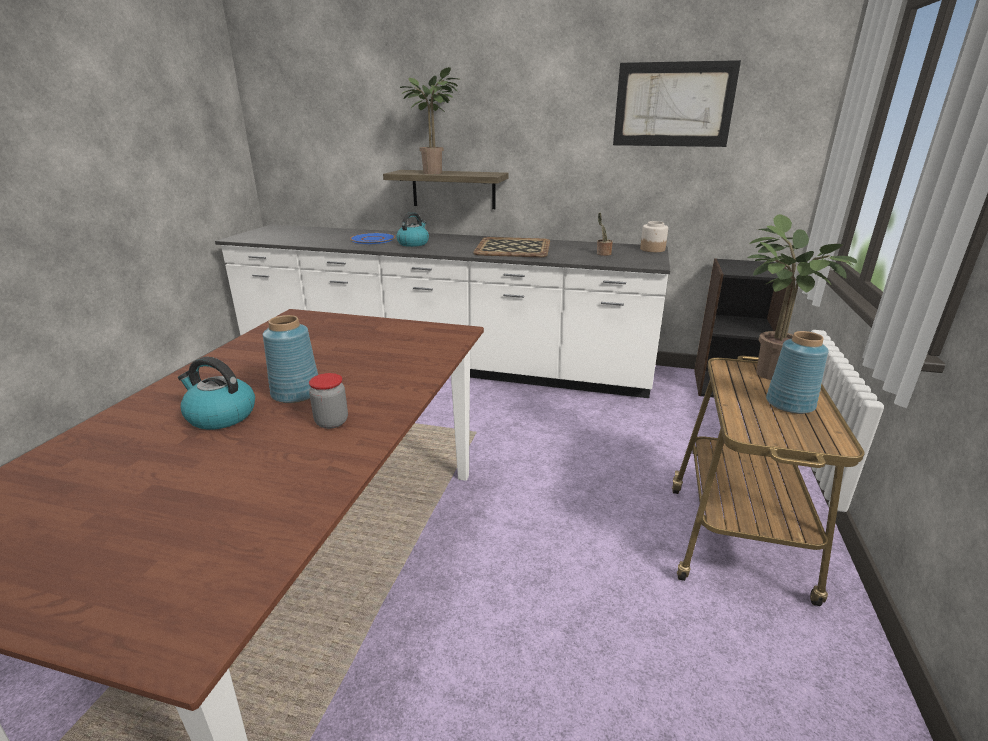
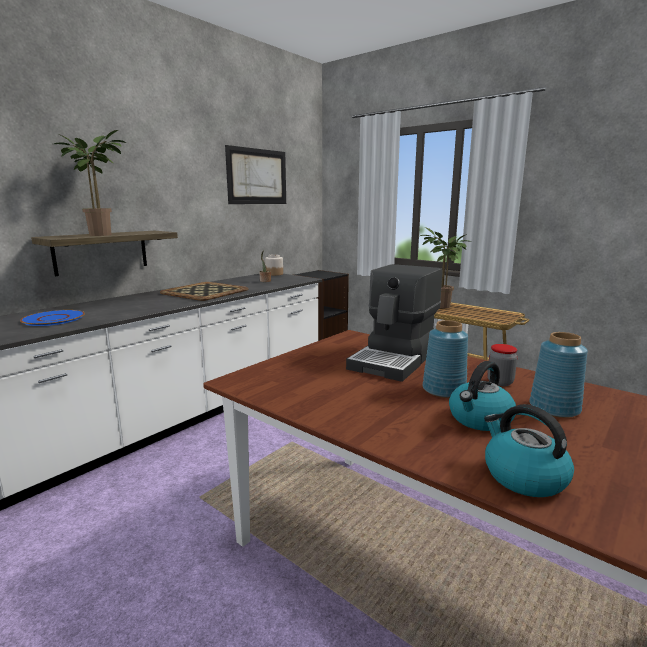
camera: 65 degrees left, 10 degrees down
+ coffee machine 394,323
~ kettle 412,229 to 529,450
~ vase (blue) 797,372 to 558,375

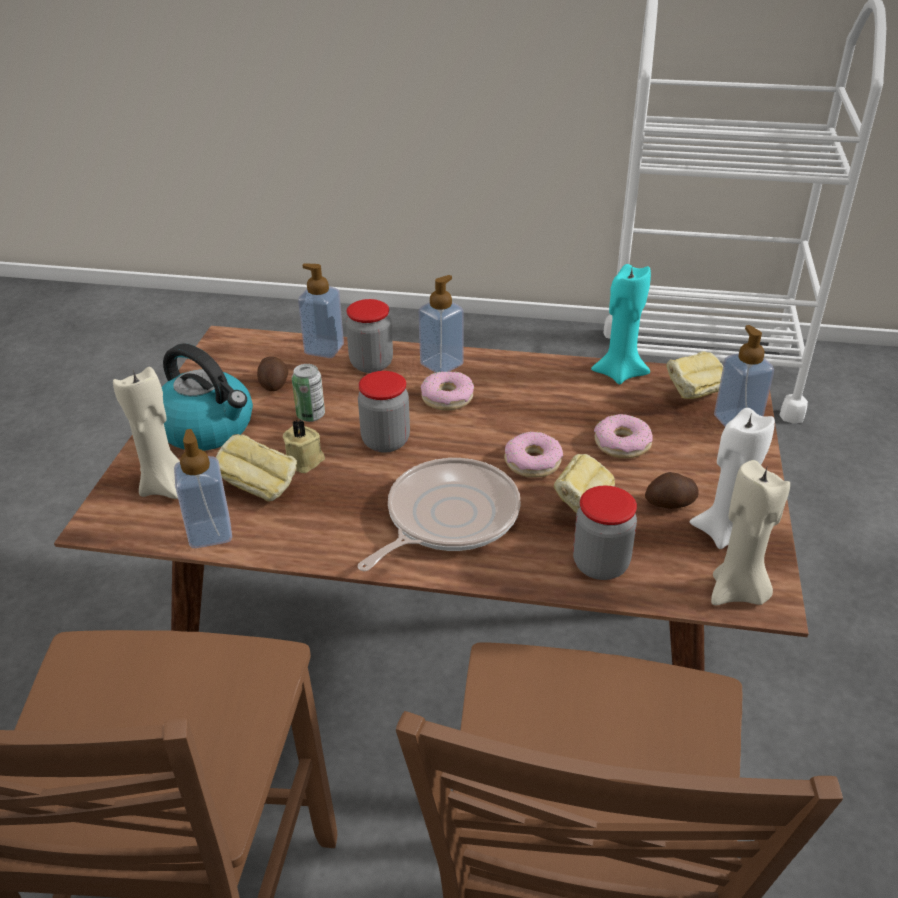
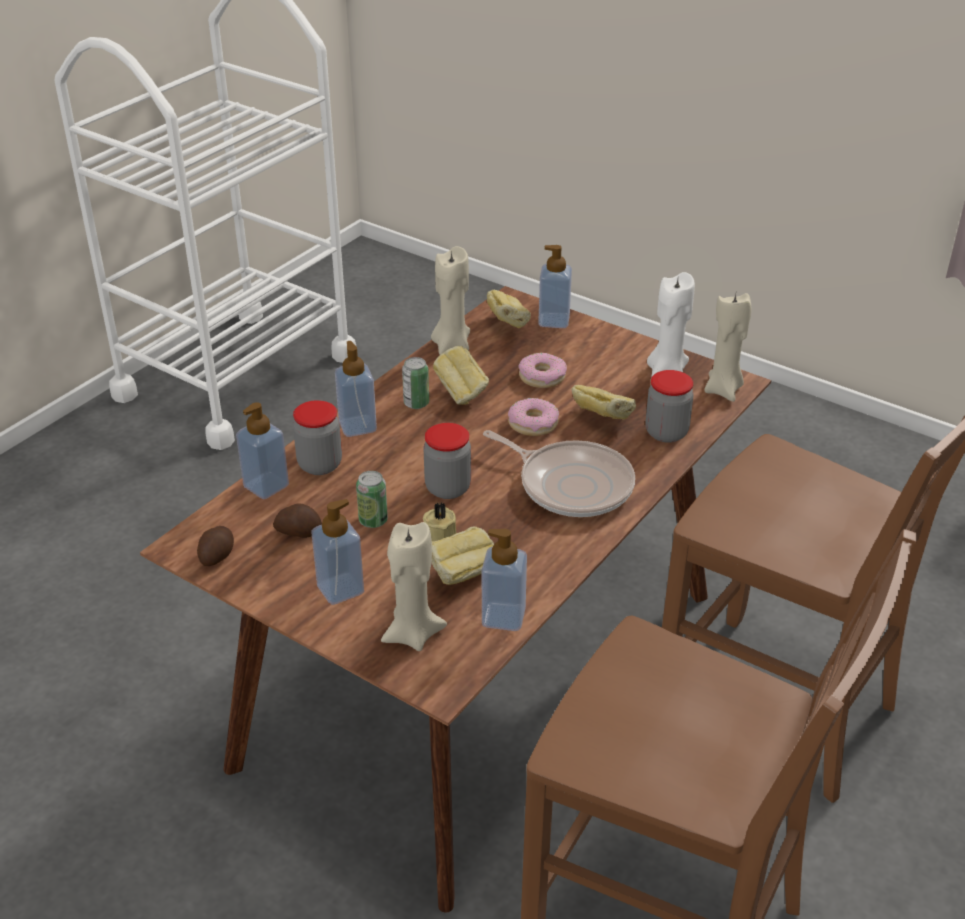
camera: 65 degrees left, 0 degrees up
- ring doughnut 447,391
+ sealed can 415,383
+ bread 461,375
~ spud 672,490 to 215,546
~ kettle 207,397 to liquid soap bottle 337,552
~ wax candle (turquoise-coloured) 621,324 to wax candle (sand-coloured) 450,300
~ pan 439,514 = 559,473 150 degrees clockwise

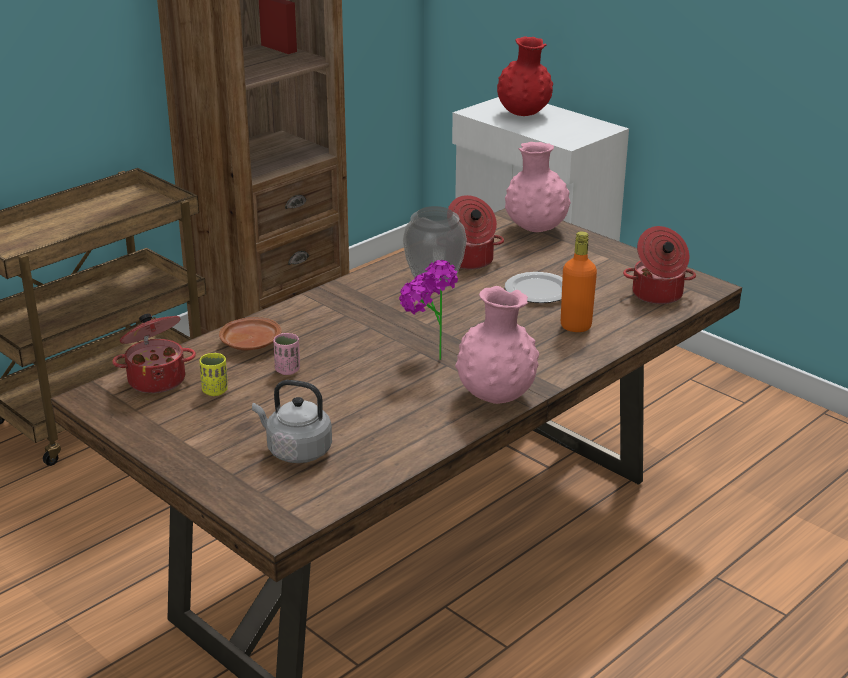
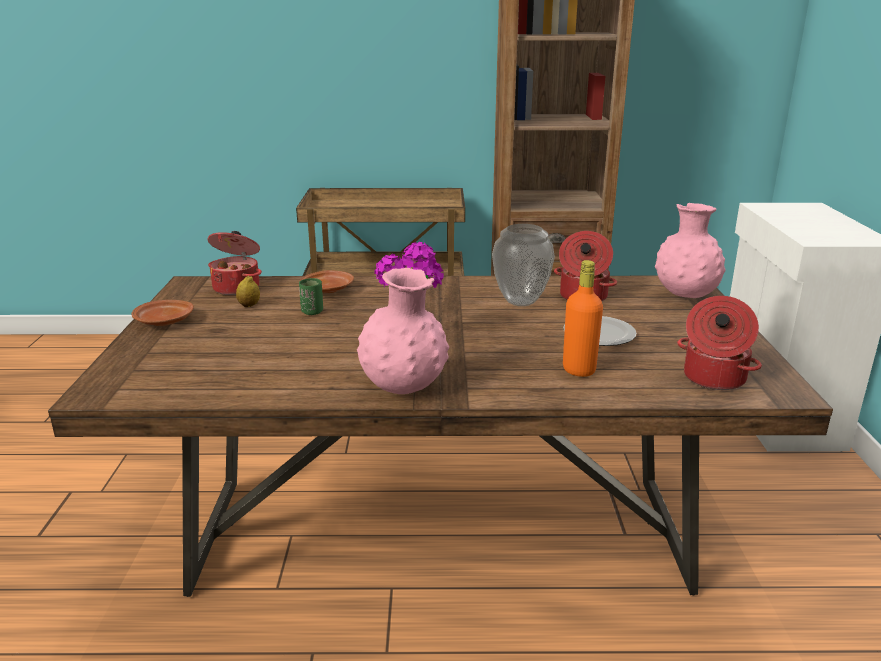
camera: 45 degrees right, 5 degrees down
- kettle (greyish) 292,421
- vase (red) 525,76
+ dinner plate (brownish) 163,313
~ drinking cup (yellow-coloured) 213,374 to citrus fruit 248,291
~ drinking cup (pinkish) 286,354 to drinking cup (green-coloured) 311,296

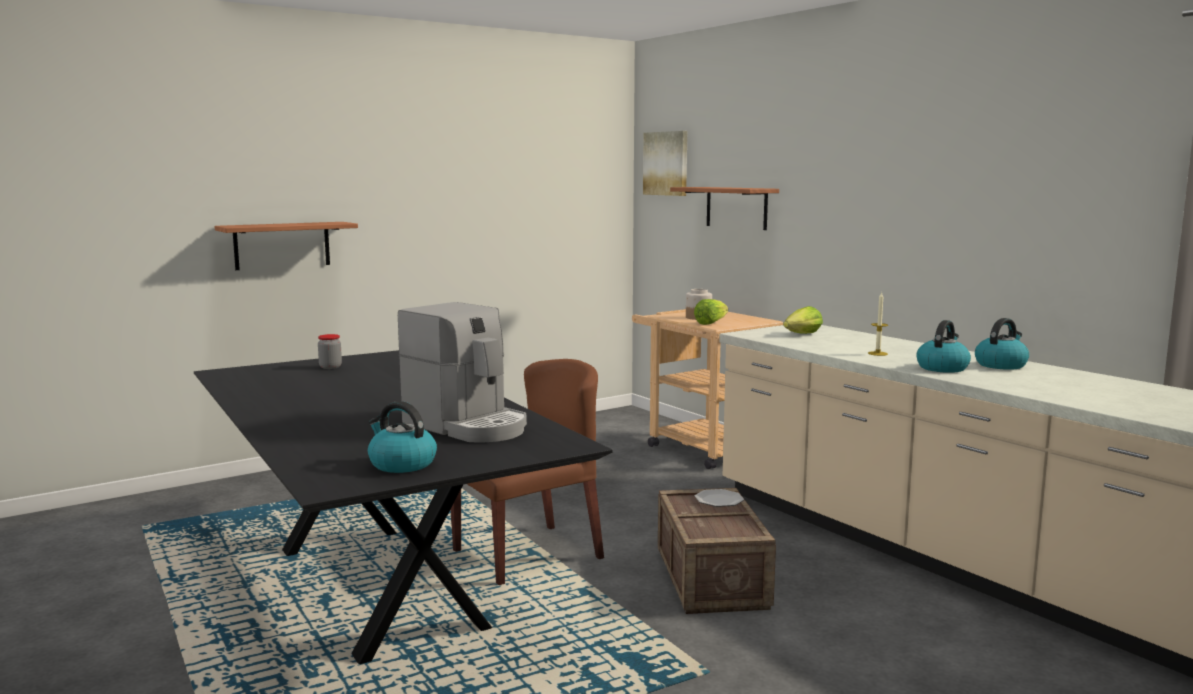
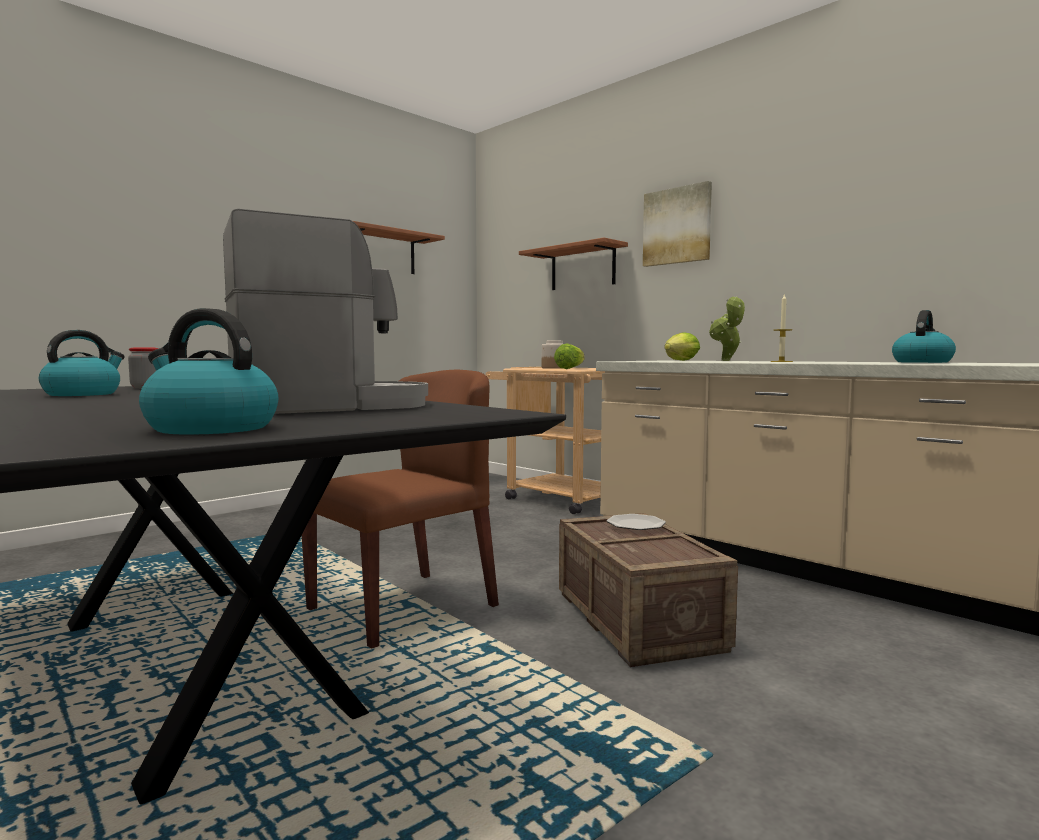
camera: 10 degrees left, 5 degrees down
+ houseplant 727,328
~ shelf 286,246 to 399,247
~ picture 665,163 to 677,224
~ kettle 943,346 to 82,363
~ coffee machine 462,372 = 325,311 60 degrees counterclockwise

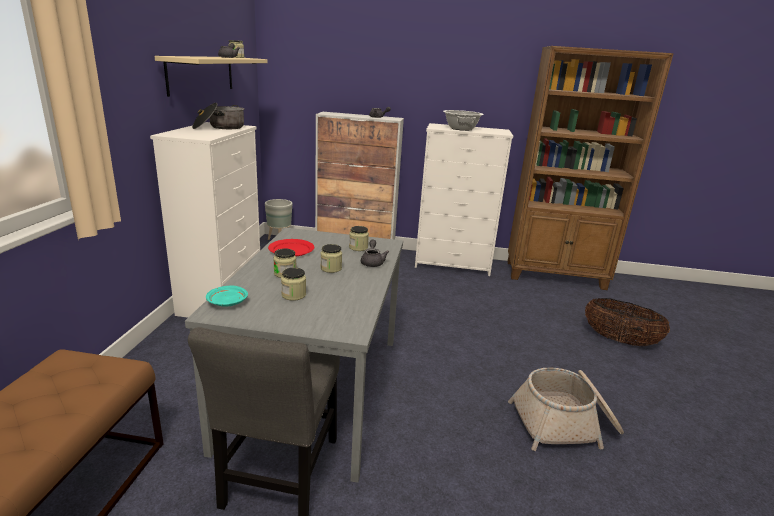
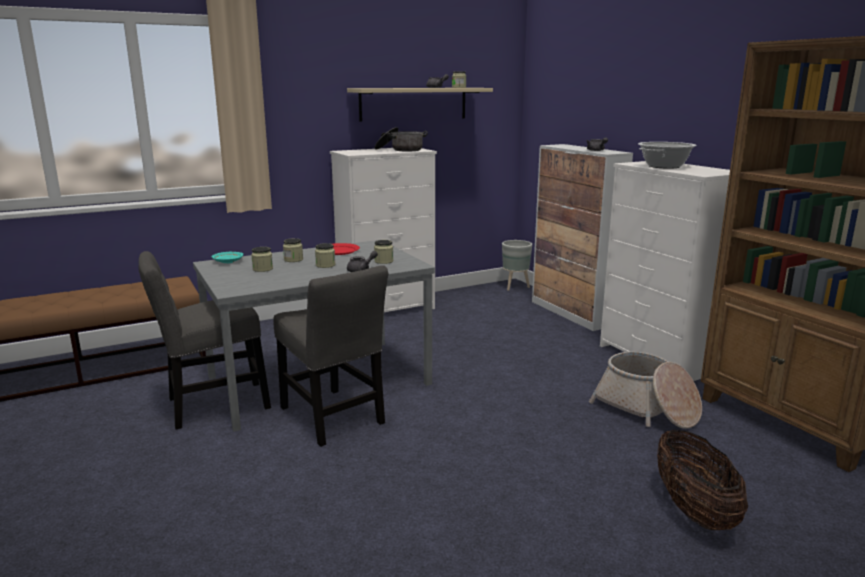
camera: 55 degrees right, 5 degrees down
+ upright chair (greyish) 330,356
~ storage basket 566,409 to 645,390

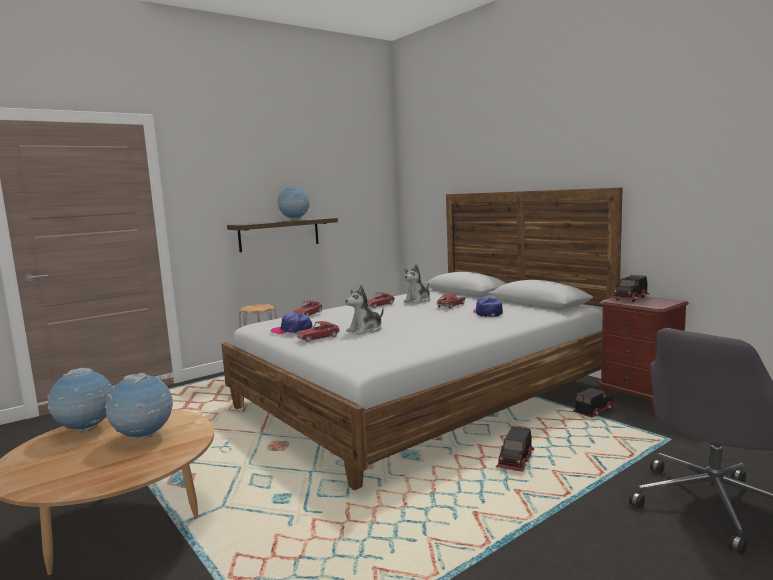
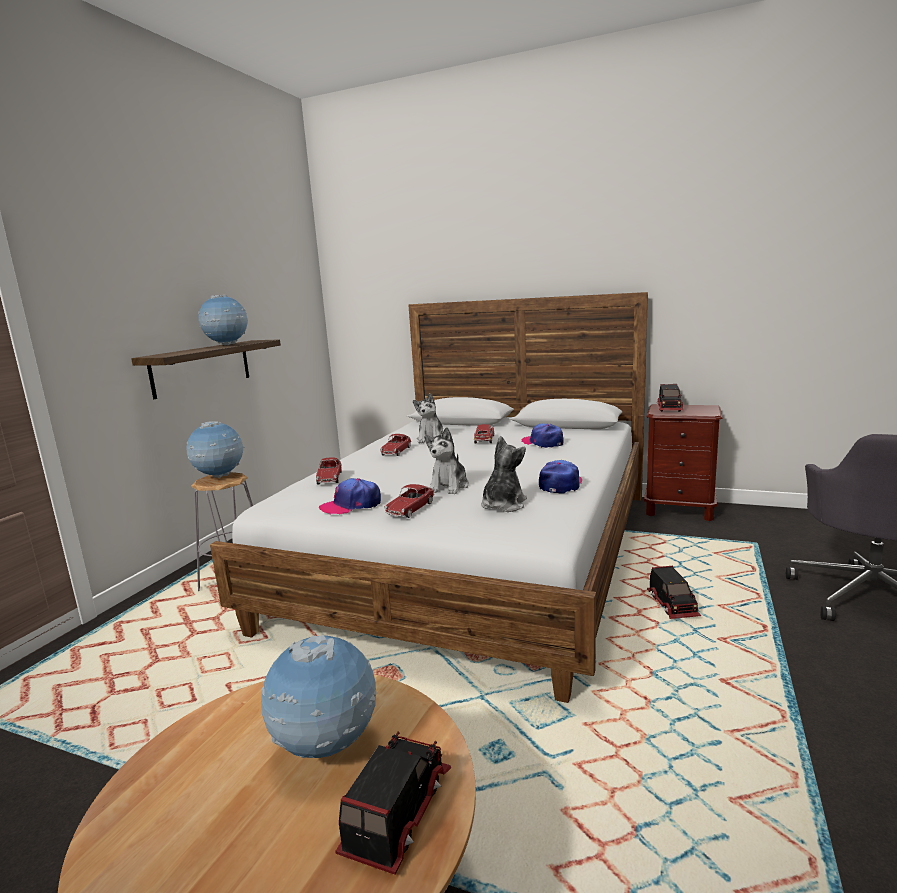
camera: 30 degrees left, 5 degrees up
+ soft toy 504,474
+ cap 560,477
~ globe 80,400 to 215,449
~ toy lorry 595,403 to 393,803

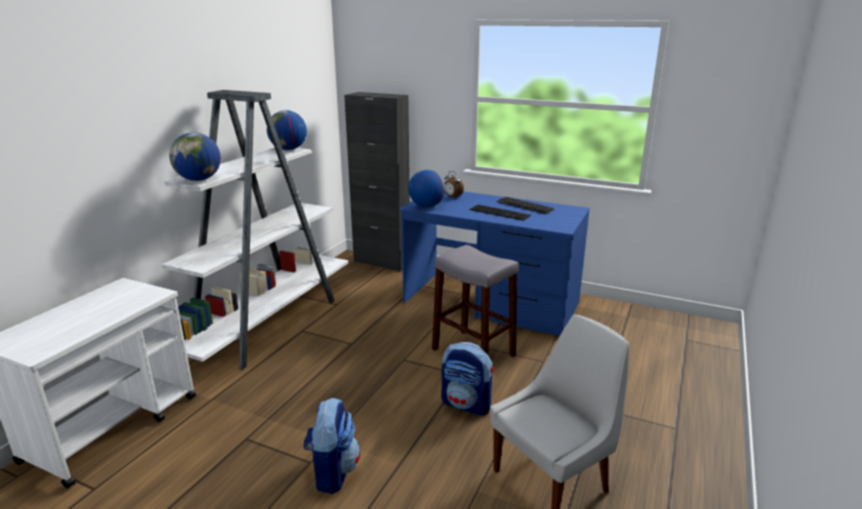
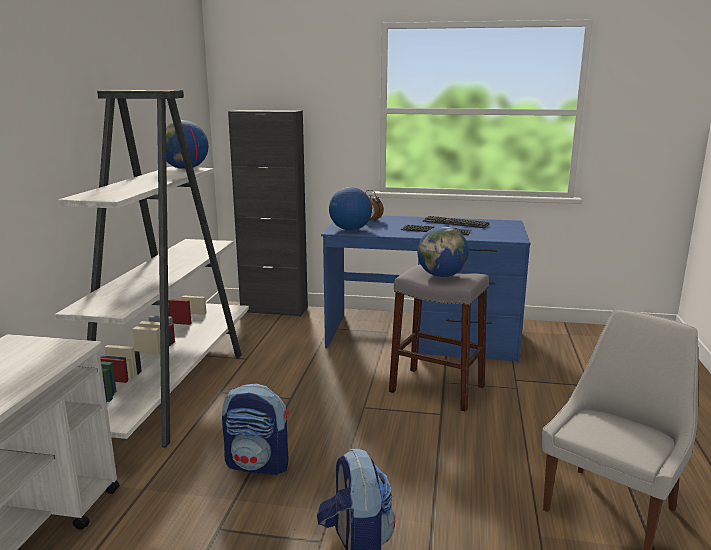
camera: 15 degrees left, 5 degrees down
~ globe 195,157 to 443,251
~ rucksack 467,379 to 255,429

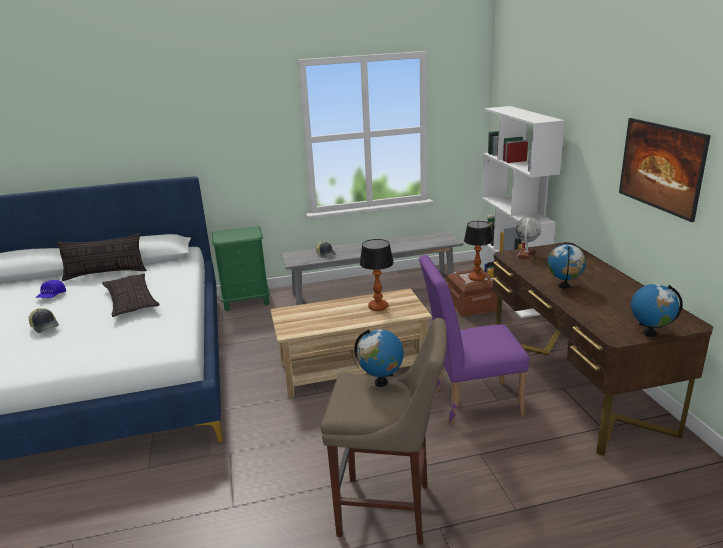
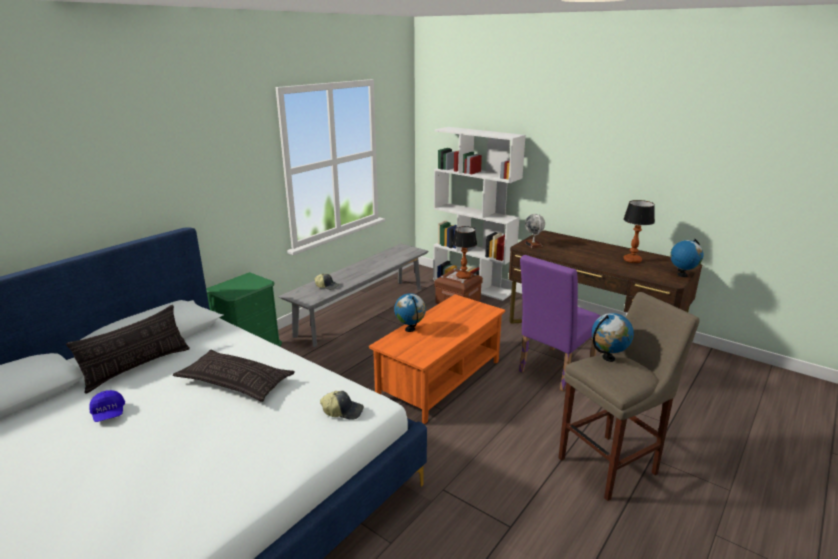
camera: 40 degrees left, 0 degrees up
- picture 665,170
~ cap 43,320 to 342,405
~ lamp for a table 377,275 to 639,231
~ globe 567,266 to 410,312
~ coffee table (sand-coloured) 351,343 to coffee table (orangey) 437,359

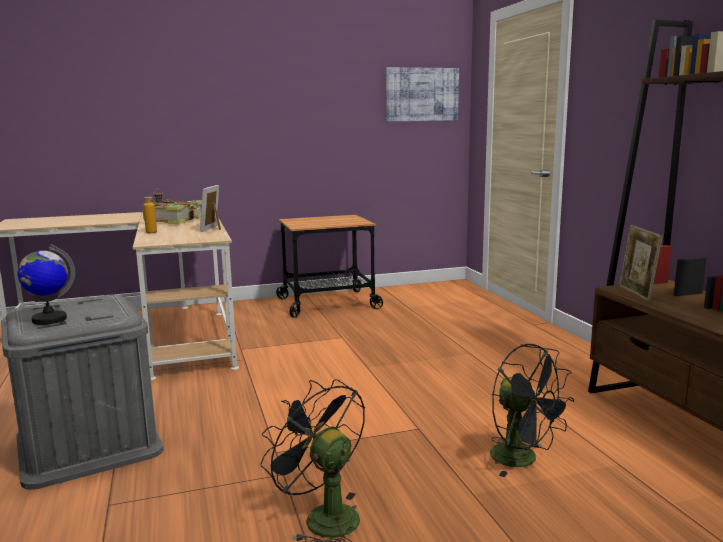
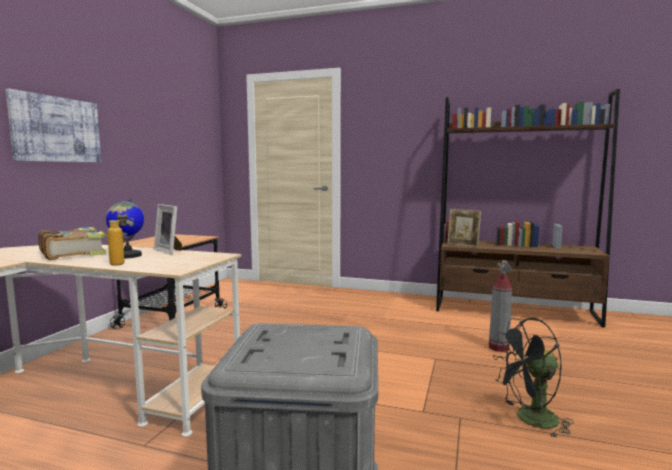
camera: 55 degrees left, 5 degrees down
~ globe 46,284 to 125,228
~ picture 422,94 to 53,126
~ electric fan (blackish) 532,410 to fire-fighting cylinder 500,306

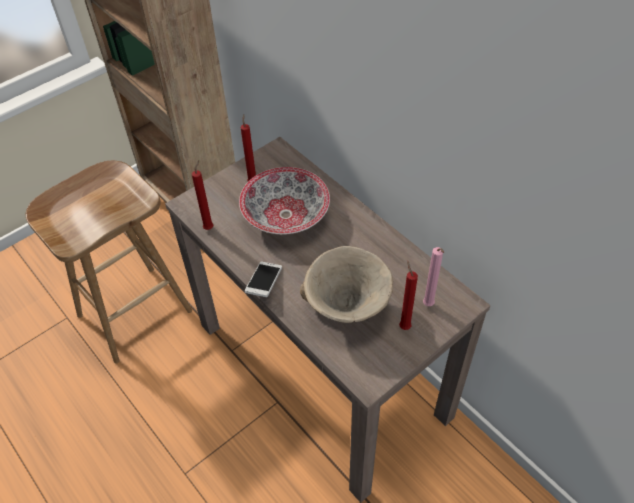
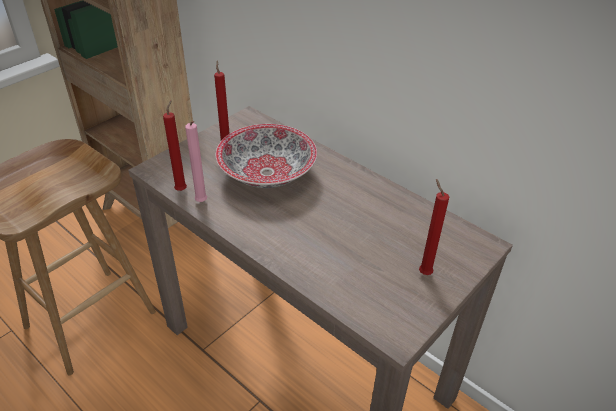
camera: 10 degrees left, 10 degrees down
- handset 263,279
- serving bowl (sand-coloured) 346,284
~ wax candle (pinkish) 433,276 to 196,161

